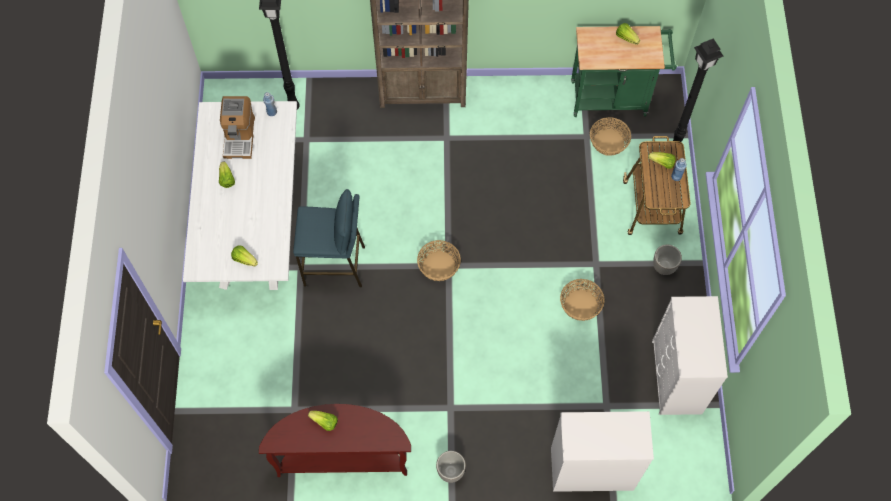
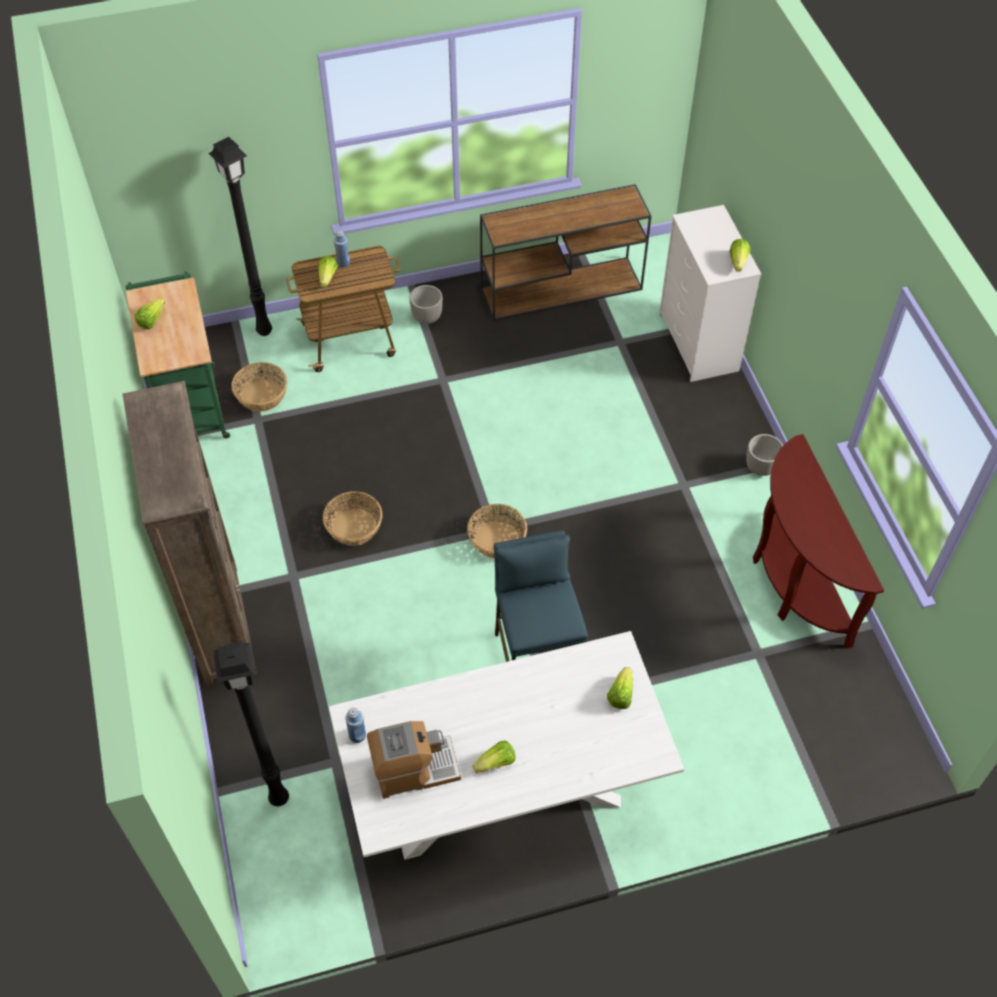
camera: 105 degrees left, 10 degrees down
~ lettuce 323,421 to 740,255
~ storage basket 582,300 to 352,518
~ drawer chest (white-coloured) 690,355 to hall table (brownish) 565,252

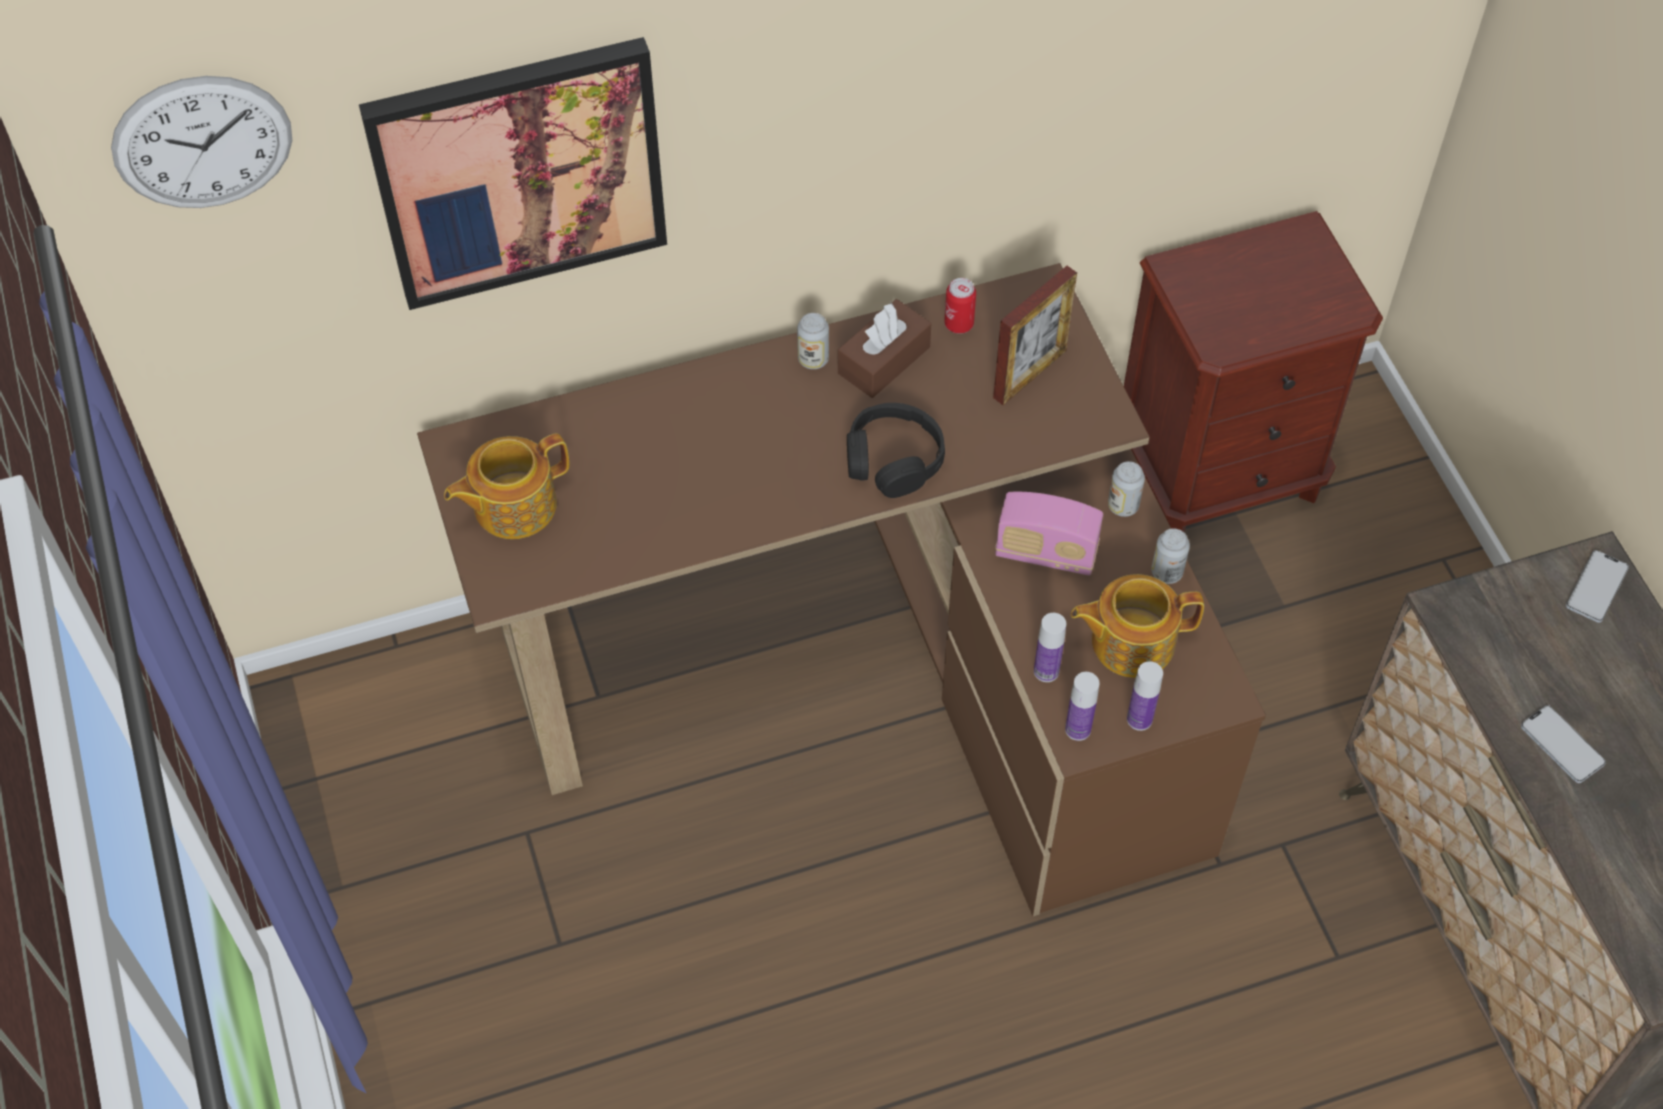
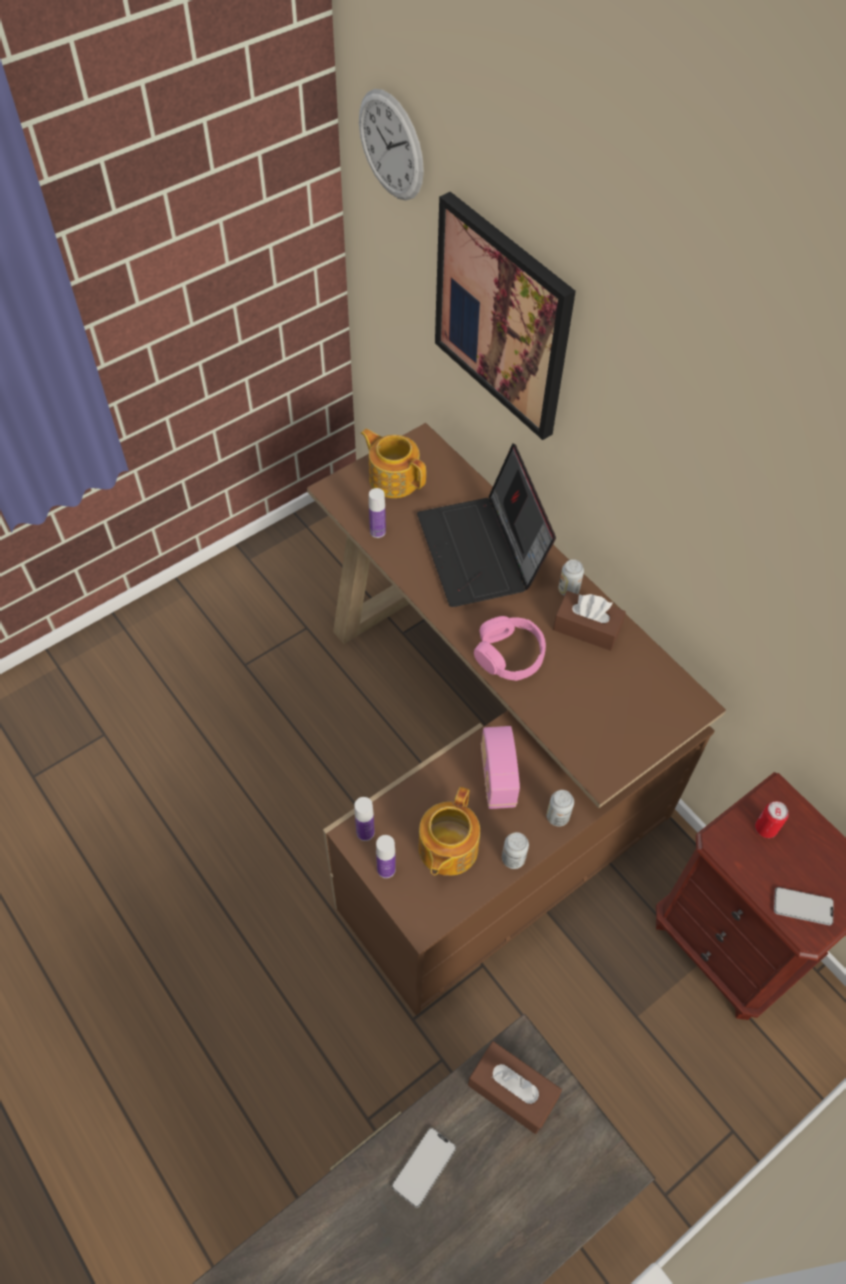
camera: 70 degrees right, 0 degrees up
- standing frame 1035,335
+ portable computer 486,525
+ tissue box (brownish) 515,1087
~ sealed can 960,306 to 771,819
~ beverage bottle 1050,647 to 377,513
~ handset 1597,586 to 803,906
~ headset (blackish) 896,450 to headset (pinkish) 510,648
~ pot for tea 1137,626 = 449,831 135 degrees counterclockwise

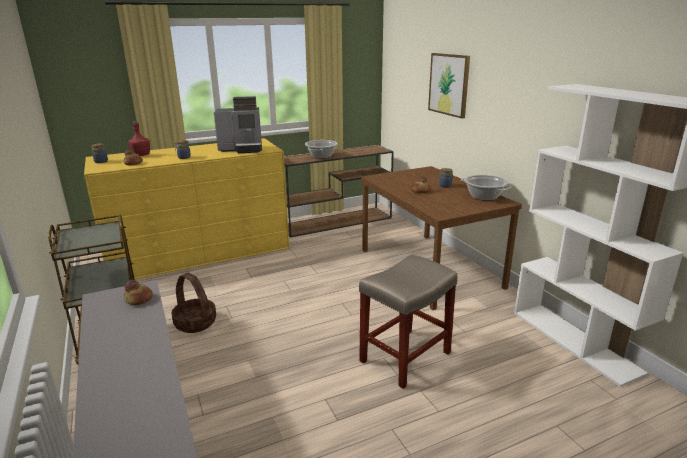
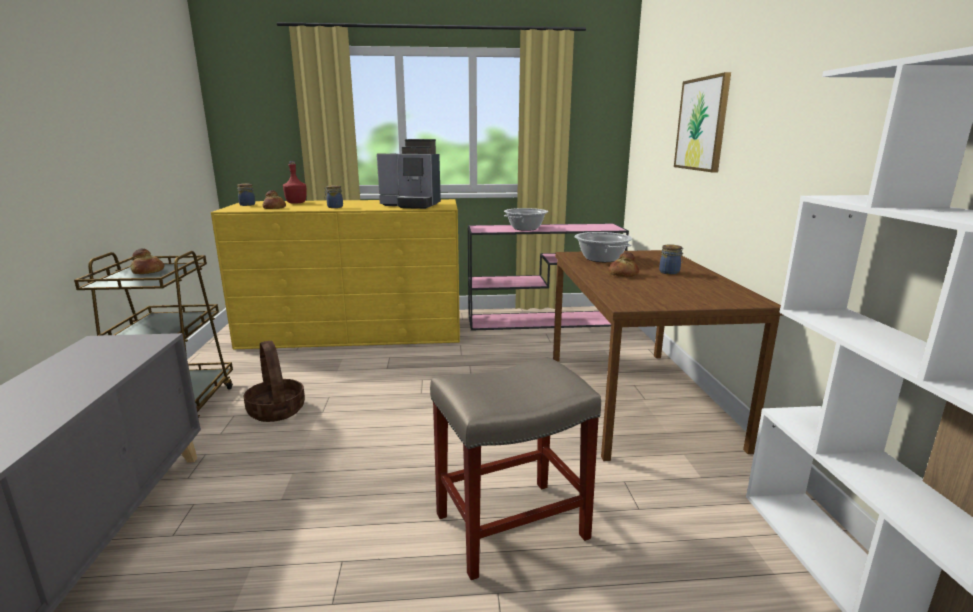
camera: 20 degrees right, 5 degrees down
~ bread 138,293 to 147,261
~ stockpot 486,188 to 603,247
~ hall table (brownish) 339,191 to hall table (pinkish) 548,277

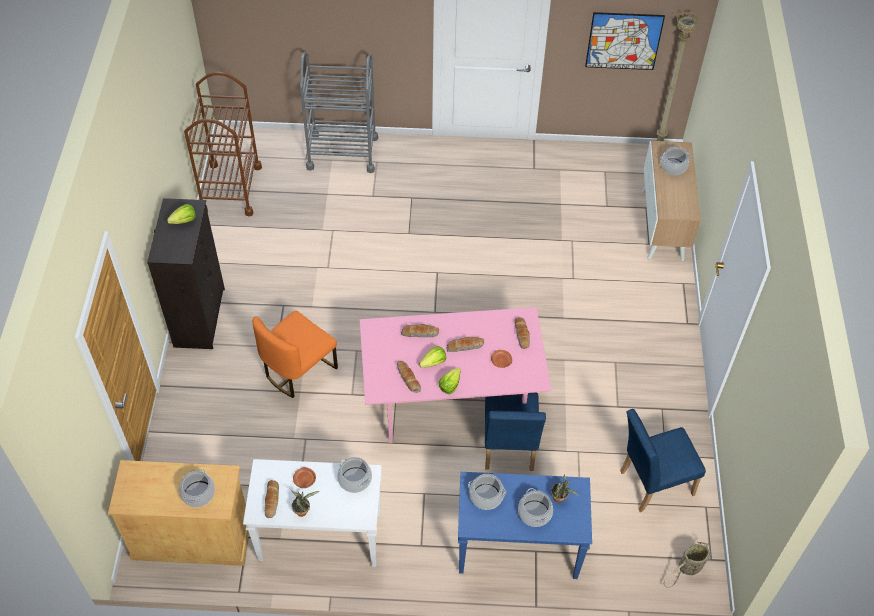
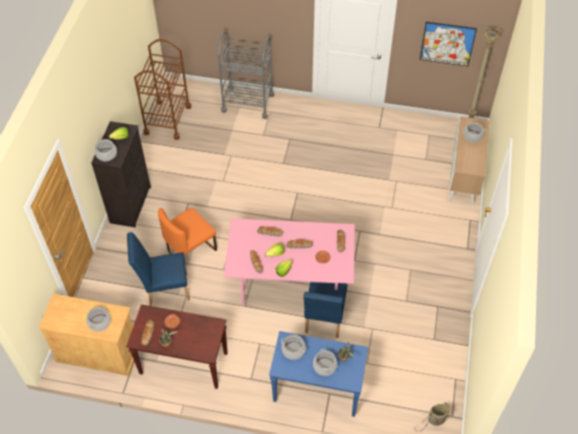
camera: 10 degrees right, 0 degrees up
~ stockpot 354,475 to 106,150
~ upright chair (blue) 663,460 to 158,269
~ hall table (white-coloured) 312,513 to hall table (brownish) 177,346

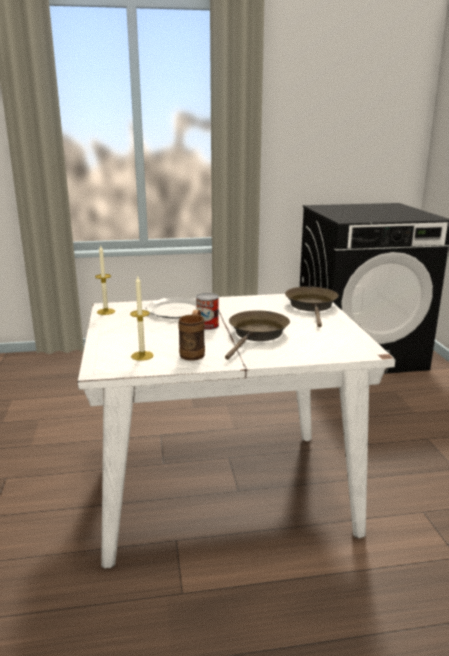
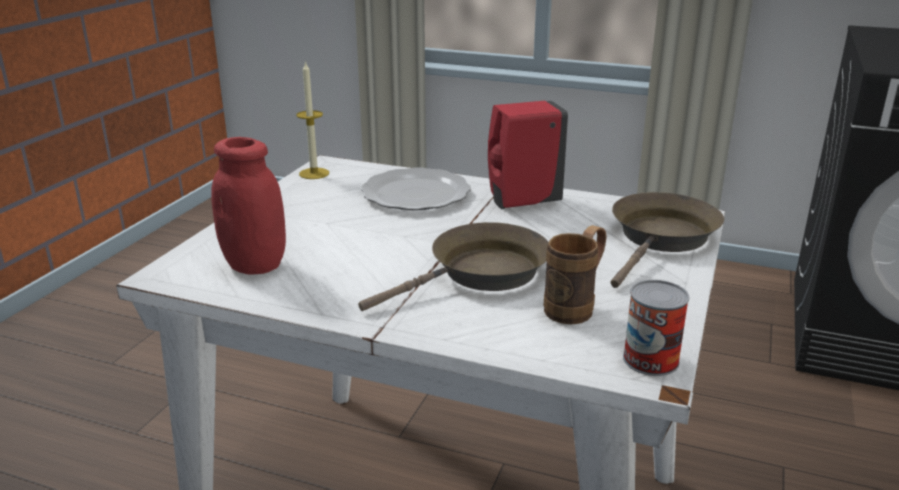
camera: 30 degrees right, 5 degrees up
+ liquid soap bottle (red) 528,155
~ tea mug (brownish) 191,335 to 574,274
~ sealed can 207,311 to 656,328
~ wax candle 142,318 to preserve jar (red) 248,206

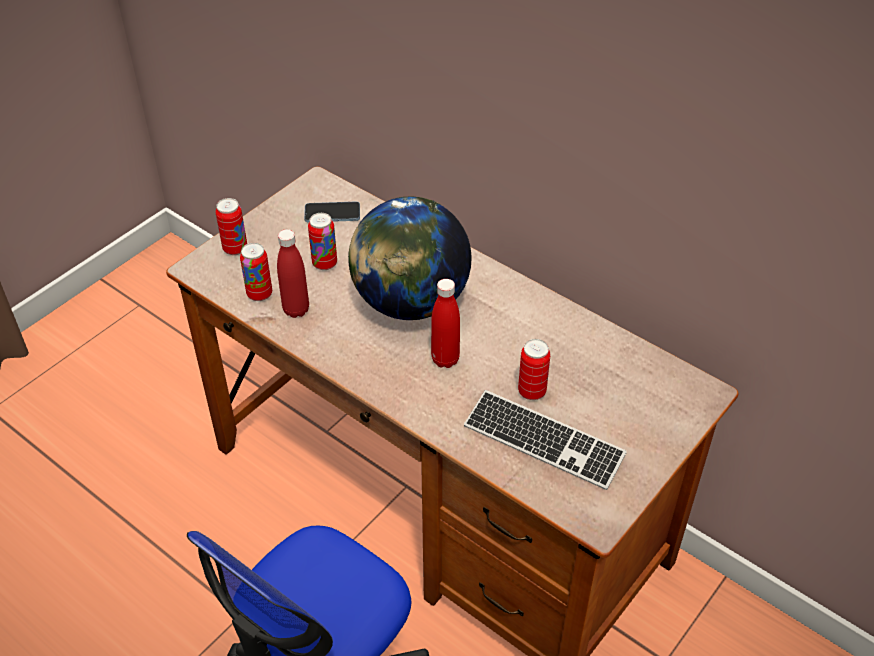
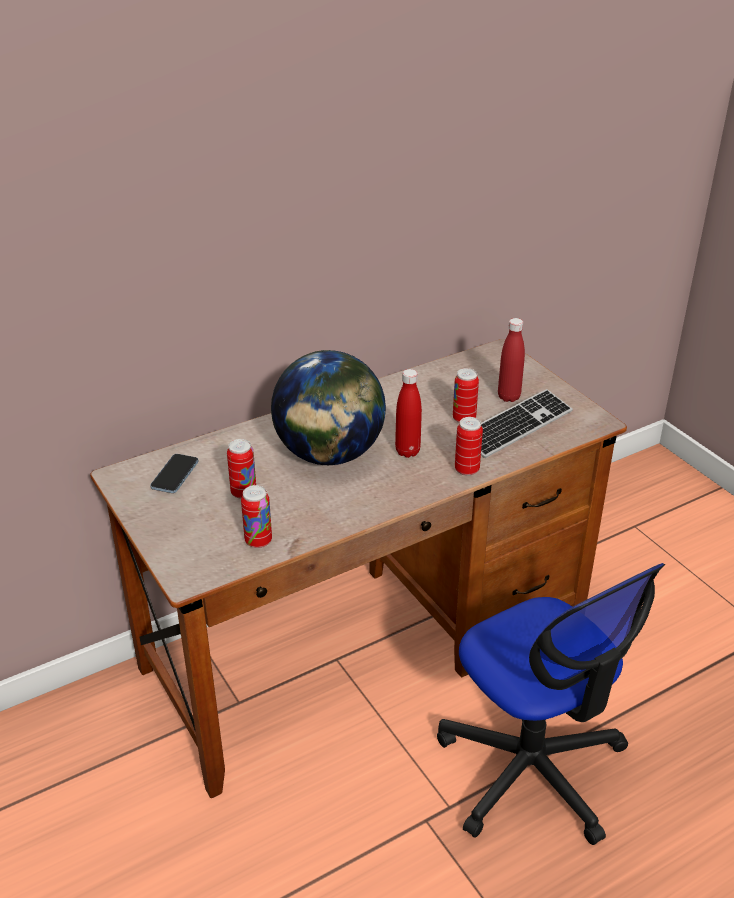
camera: 70 degrees left, 10 degrees down
~ sealed can 231,226 to 469,446
~ beverage bottle (red) 293,273 to 511,360

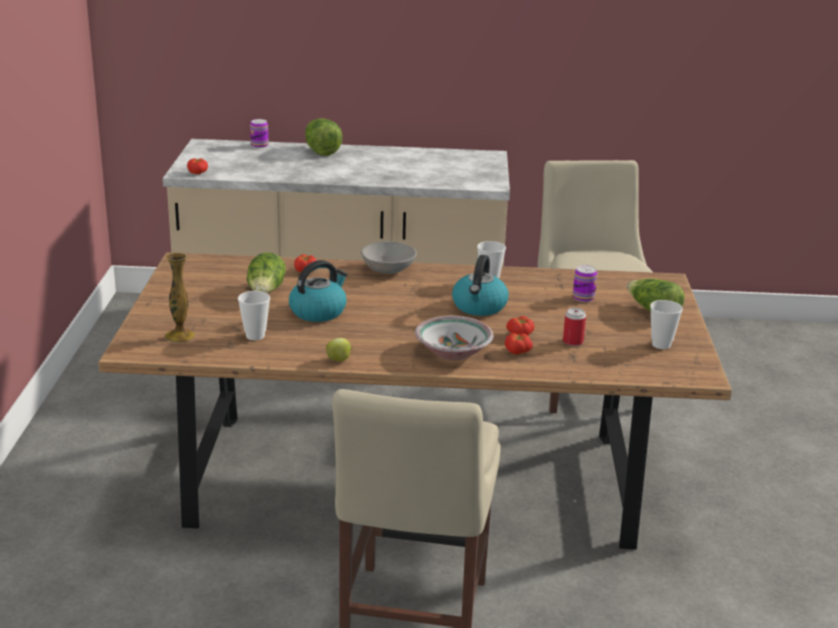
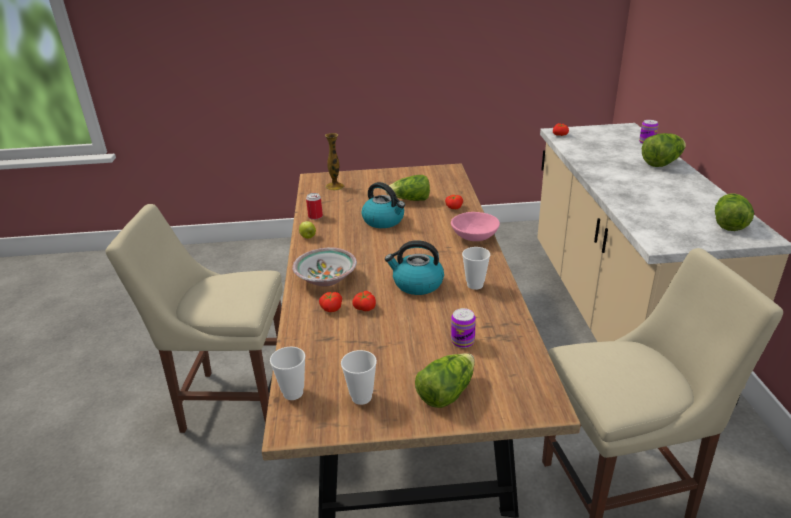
camera: 85 degrees right, 5 degrees up
+ lettuce 734,212
~ drinking cup 254,315 to 287,373
~ sealed can 574,327 to 314,206
~ serving bowl (greyish) 389,257 to serving bowl (pinkish) 475,226

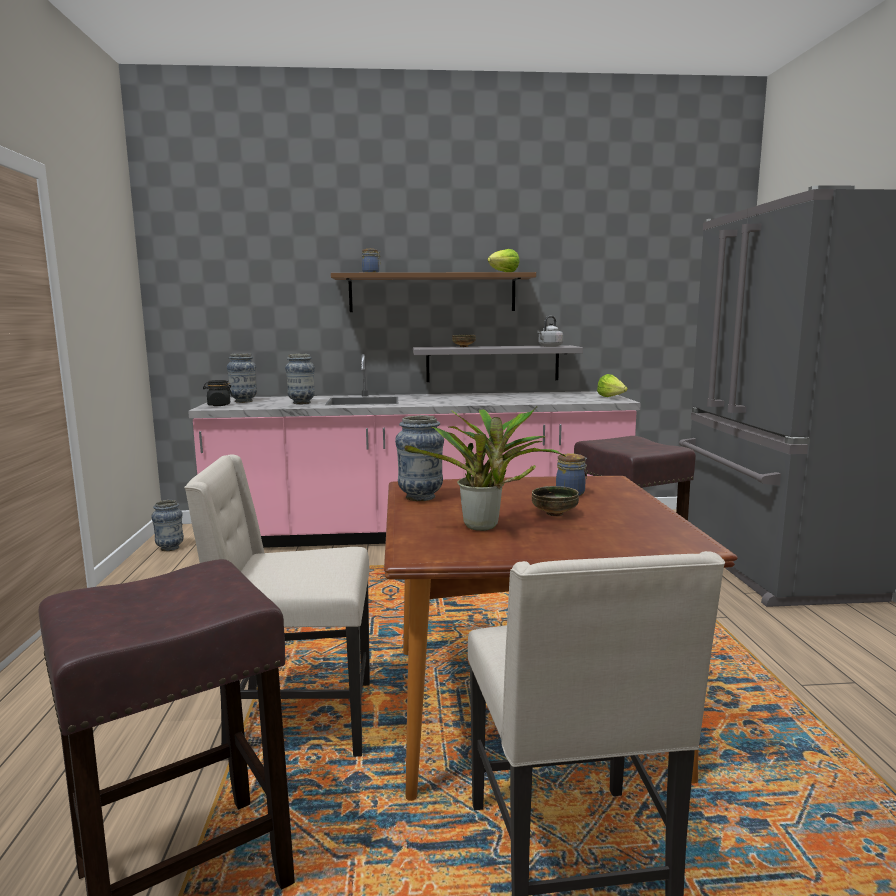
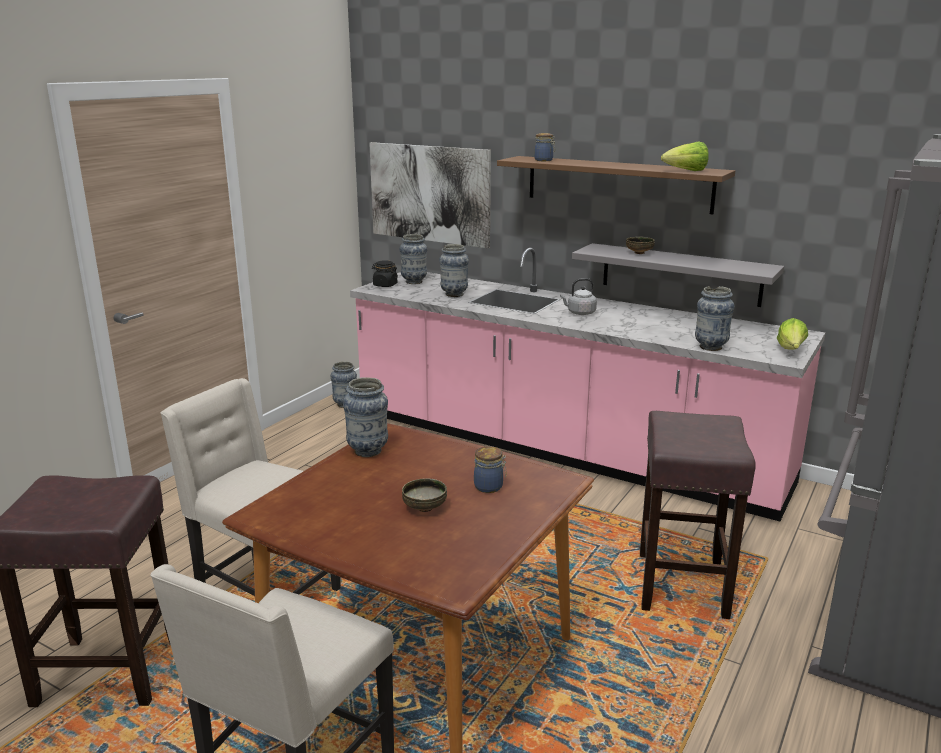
camera: 35 degrees right, 10 degrees up
- houseplant 485,468
+ picture 430,195
+ vase 715,318
~ kettle (greyish) 550,331 to 578,296

